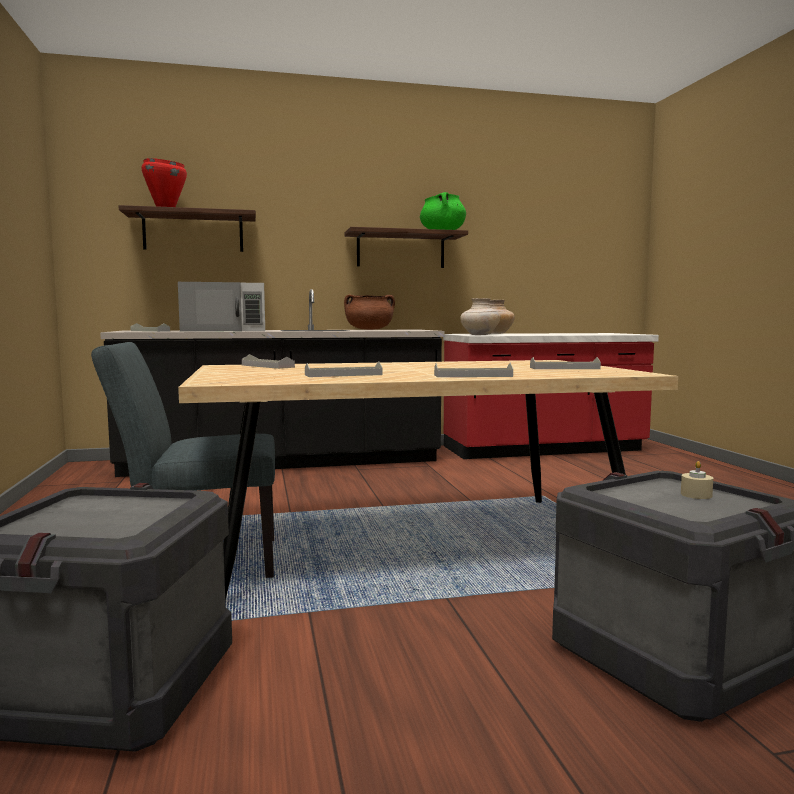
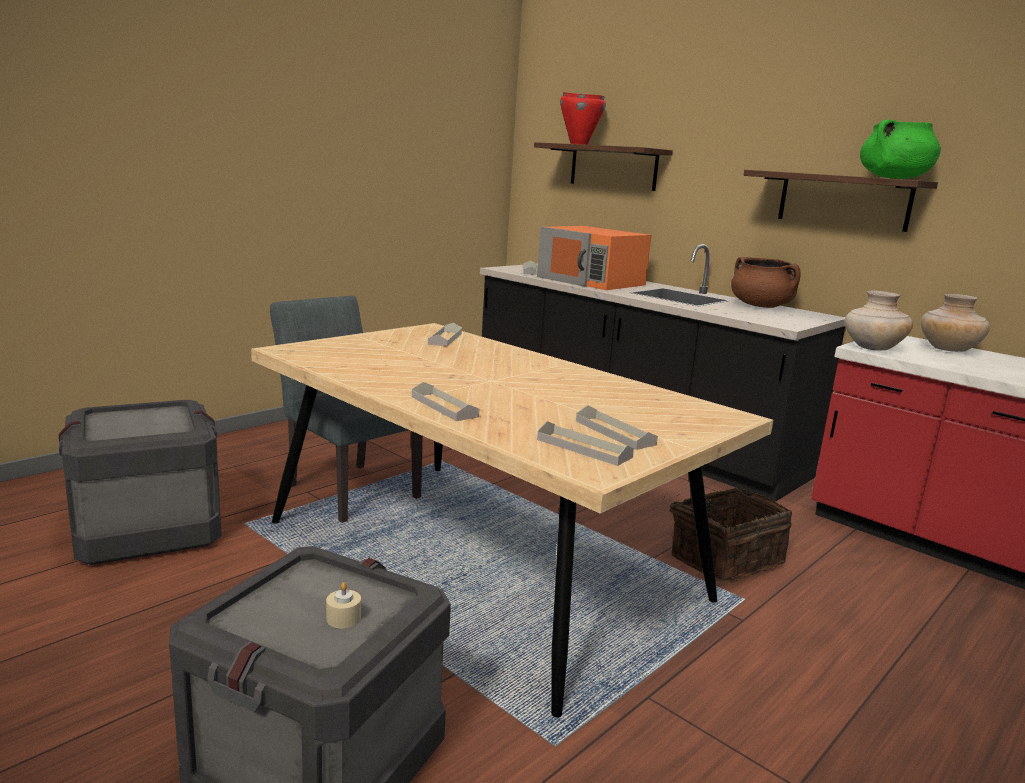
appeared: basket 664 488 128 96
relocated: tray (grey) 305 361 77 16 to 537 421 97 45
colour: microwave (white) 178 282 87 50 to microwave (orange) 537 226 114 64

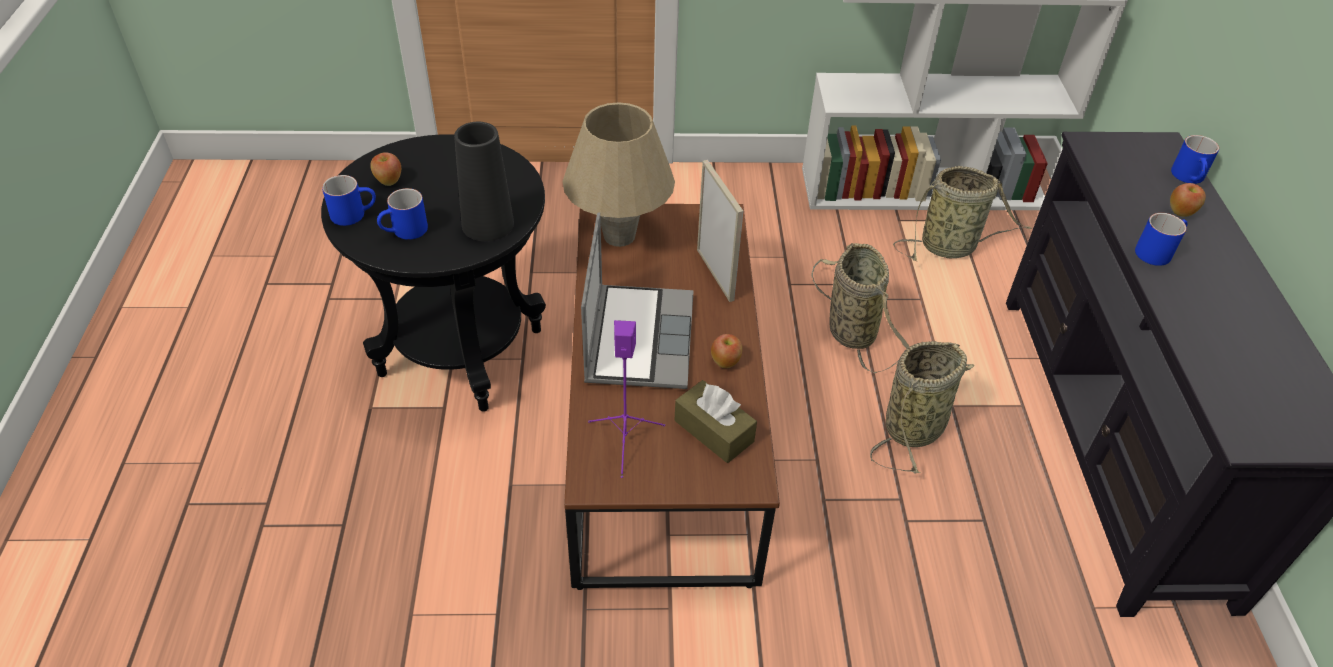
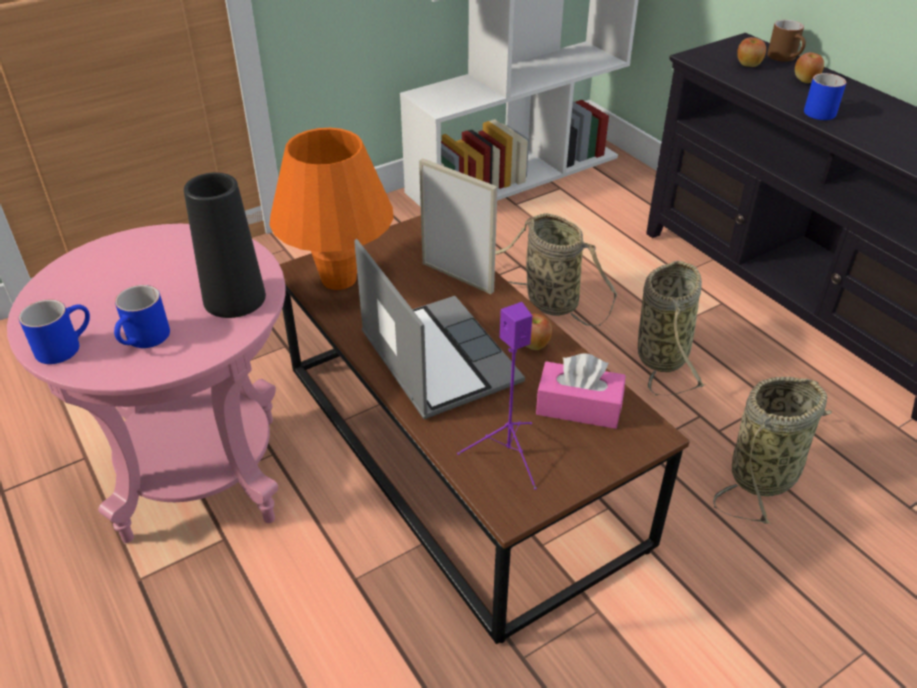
relocated: basket 893 166 139 96 to 713 377 119 147; apple 370 152 31 34 to 737 37 29 30
colour: side table (black) 321 135 225 277 to side table (pink) 7 224 278 319; table lamp (beige) 562 102 113 145 to table lamp (orange) 269 128 125 162; tissue box (brown) 675 380 82 83 to tissue box (pink) 536 353 90 76; mug (blue) 1171 135 48 49 to mug (brown) 767 20 39 42

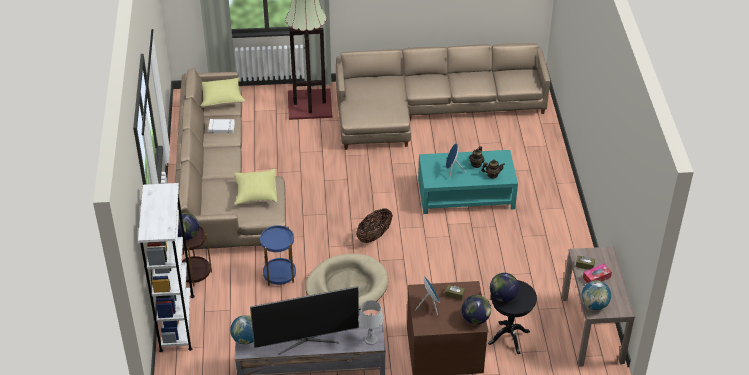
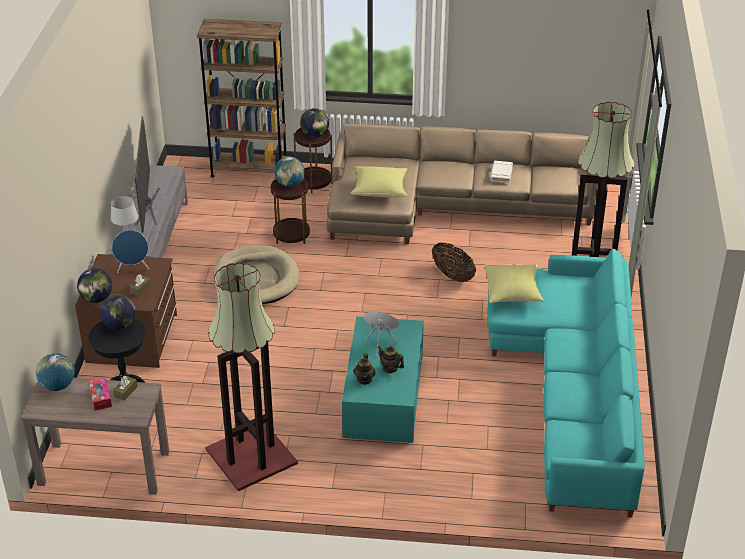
appeared: floor lamp 205 262 93 229
relocated: globe 230 315 24 30 to 274 157 31 30; basket 356 208 37 35 to 432 242 44 40; pillow (yellow) 201 78 44 29 to 485 264 59 40
colour: bookcase (white) 138 183 57 169 to bookcase (brown) 197 19 90 159; side table (blue) 260 225 36 61 to side table (brown) 271 177 39 67; sofa (beige) 336 43 214 107 to sofa (turquoise) 487 248 158 269

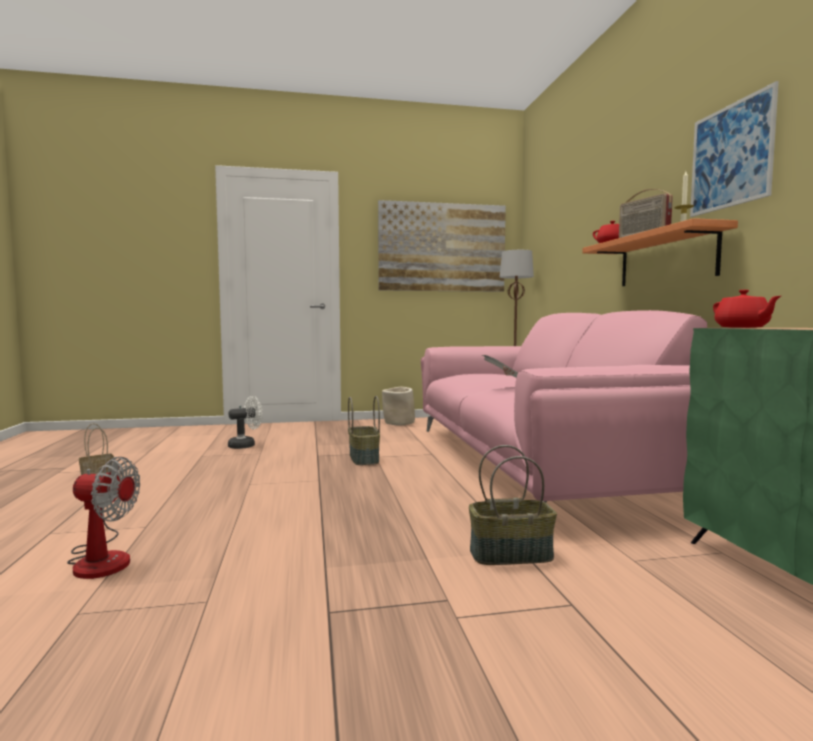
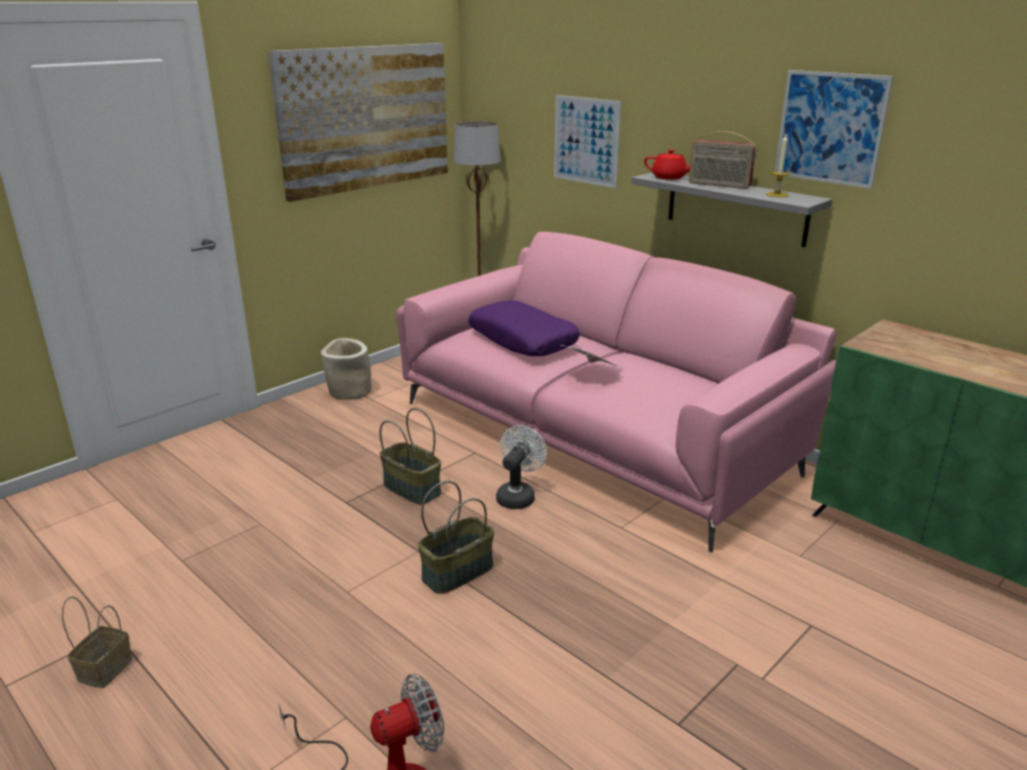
missing: teapot (red) 713 290 68 38
appeared: pillow (purple) 468 300 112 56; picture 554 95 67 93
relocated: basket 469 445 88 120 to 418 481 77 113; fan (white) 228 396 34 53 to 496 425 51 84
colour: shelf (orange) 582 218 156 68 to shelf (grey) 632 172 201 75

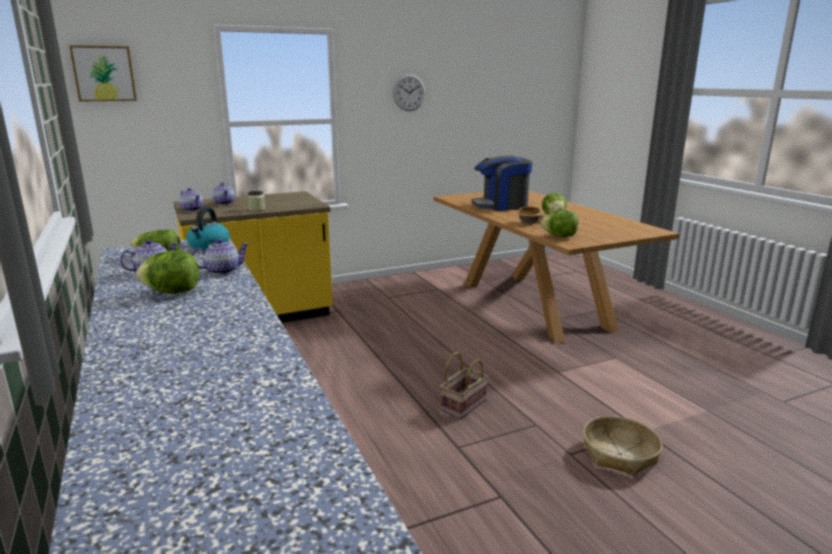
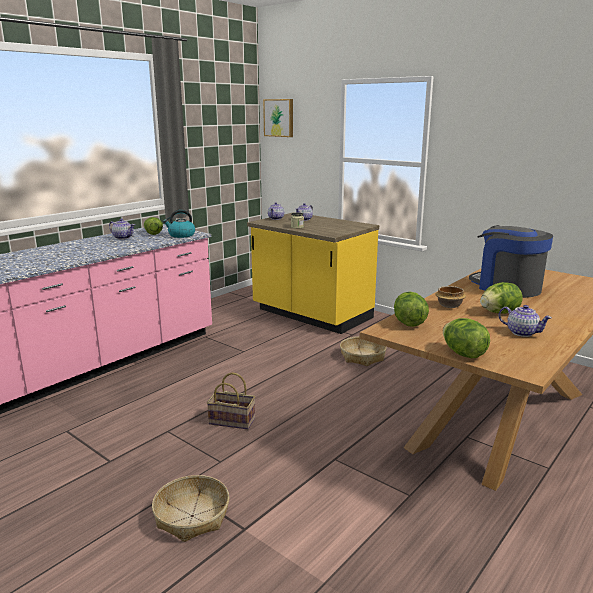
missing: wall clock 393 74 33 37
appeared: basket 340 336 47 30
relocated: lettuce 137 251 62 43 to 443 318 47 40; teapot 191 239 58 36 to 499 305 53 32

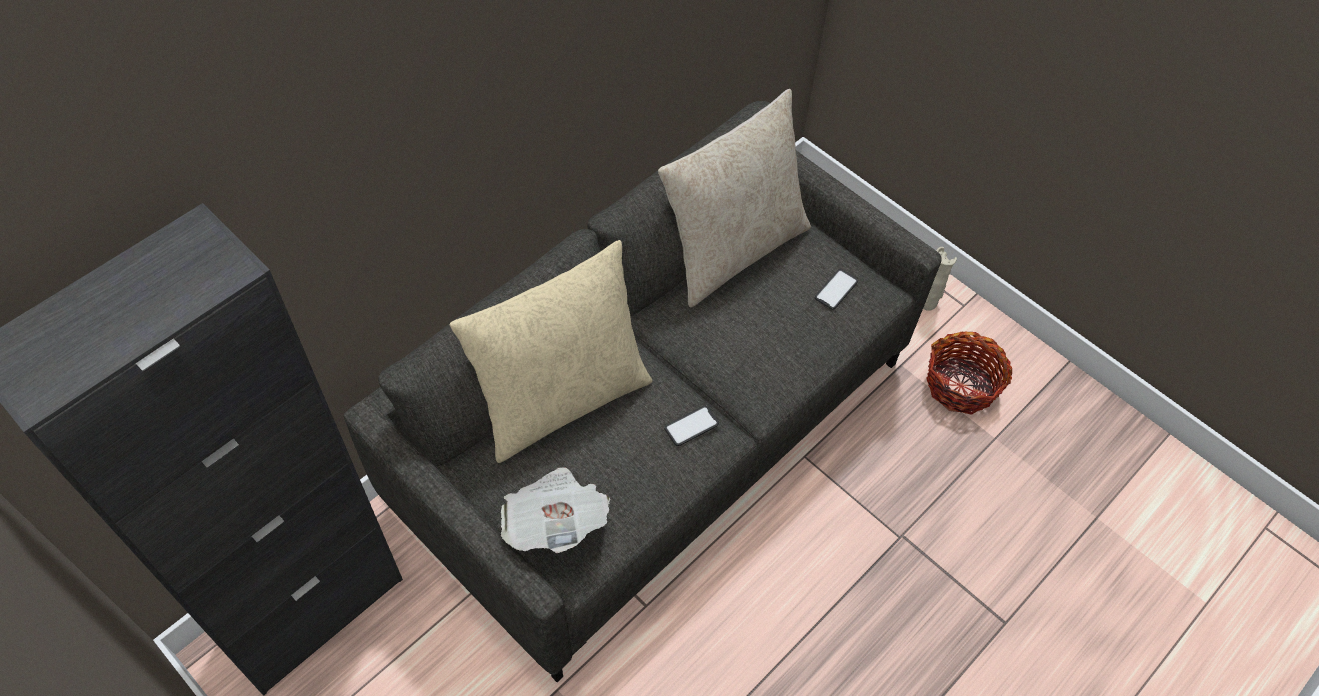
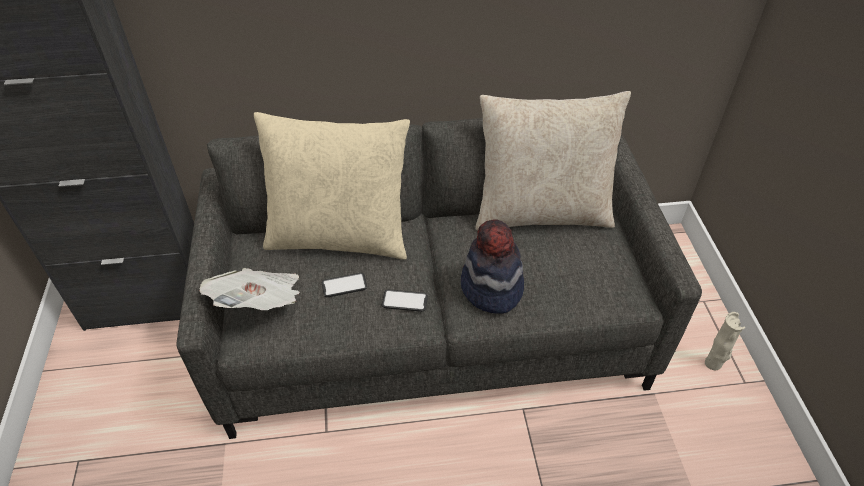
missing: basket 926 332 86 83
appeared: hat 461 219 63 95
relocated: phone 815 269 43 41 to 322 273 45 24

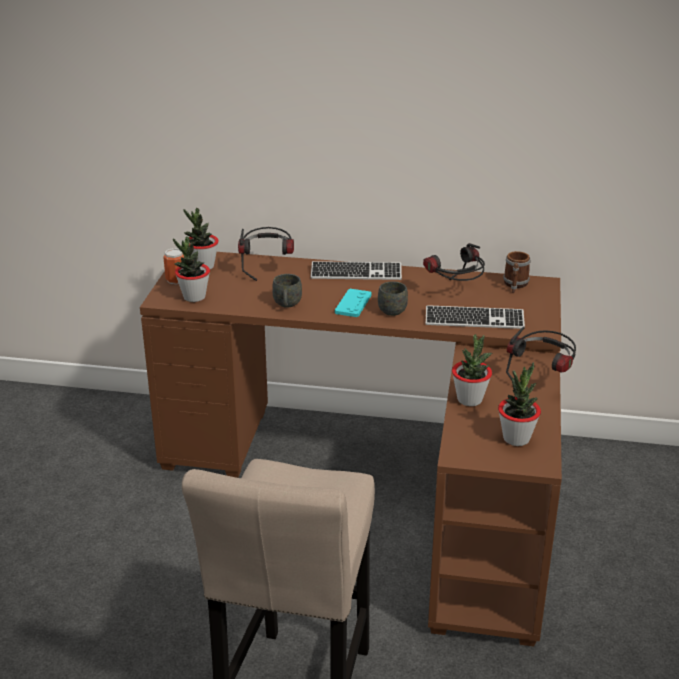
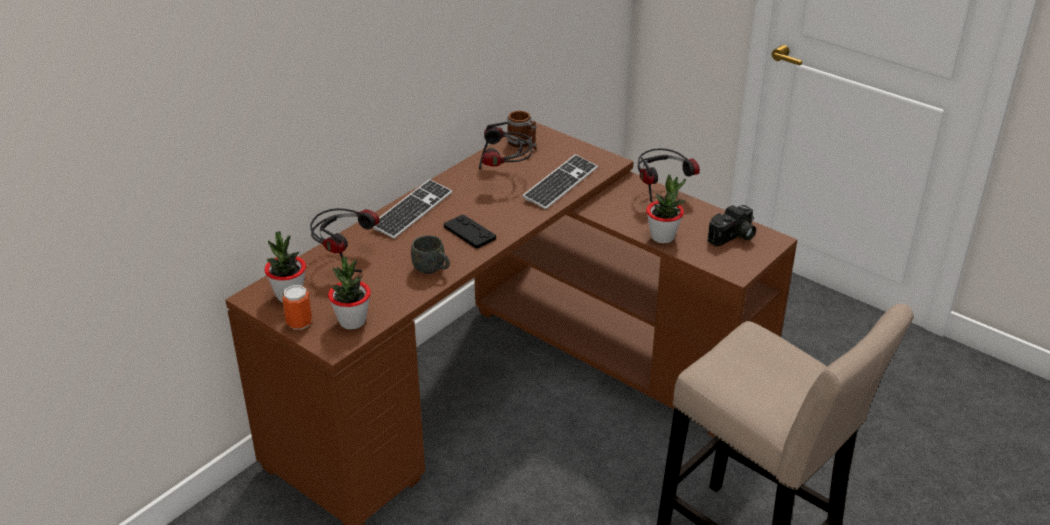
missing: mug (grey) 378 281 30 35
exchanged: potted plant 498 362 43 84 to photo camera 707 205 49 41
colour: game controller (turquoise) 335 289 37 28 to game controller (black) 444 215 52 33

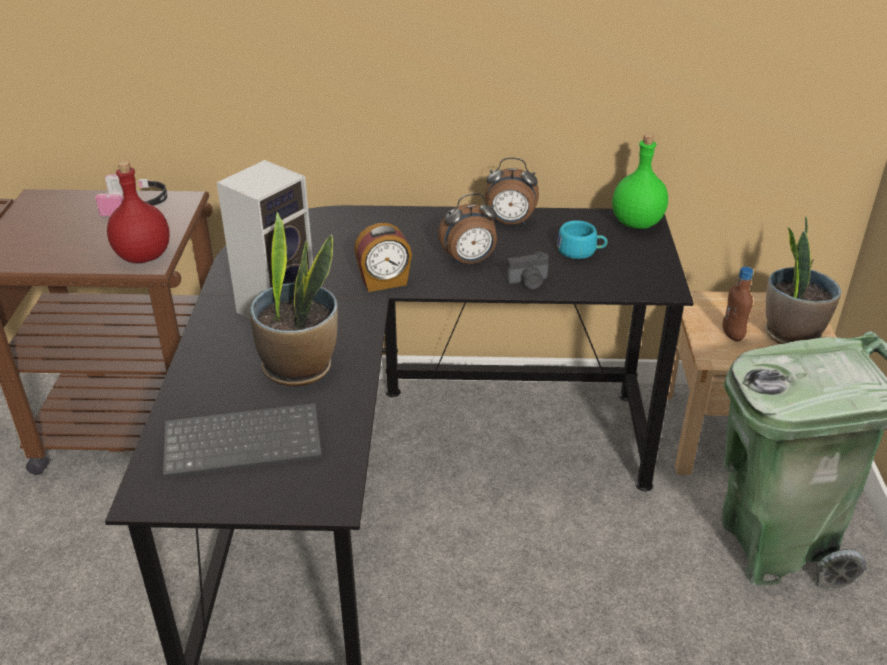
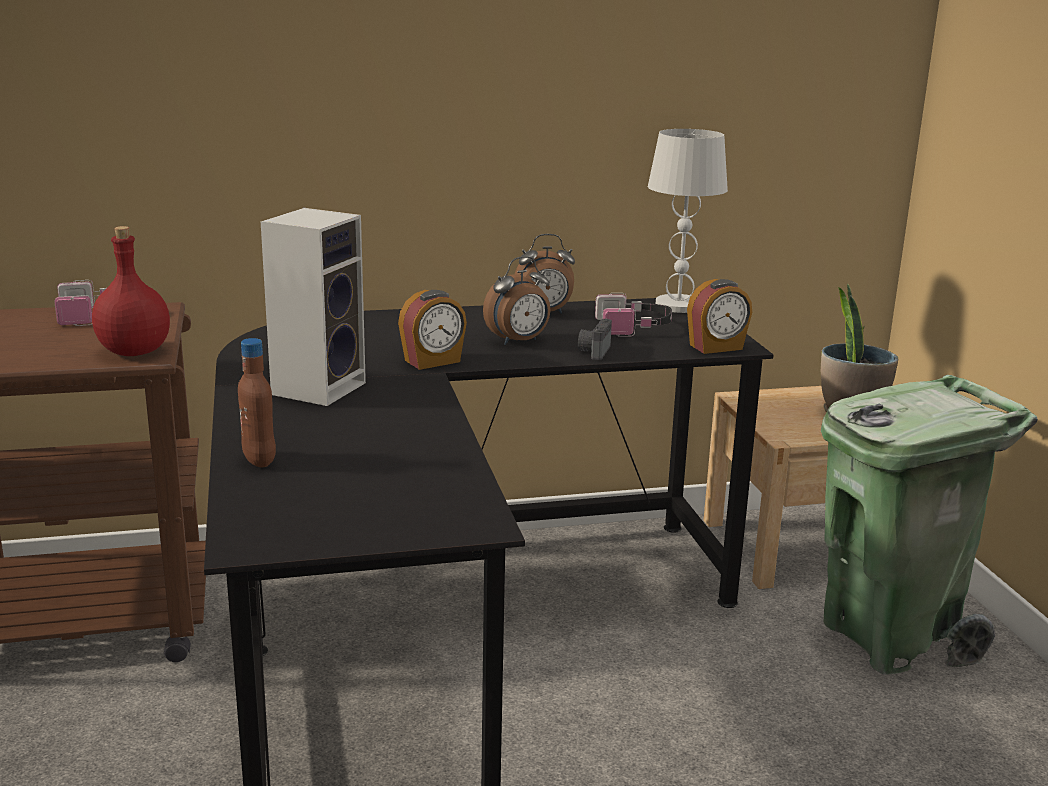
missing: keyboard 163 403 159 75; potted plant 250 212 88 175
appeared: alarm clock 687 279 65 75
relocated: bottle (brown) 723 267 30 75 to 238 338 38 129
exchanged: cup (turquoise) 557 220 51 39 to headphones 595 293 77 44; bottle (green) 612 134 56 95 to table lamp (white) 648 129 80 184
spun: photo camera 507 251 42 38 = 578 319 34 41 135 degrees clockwise

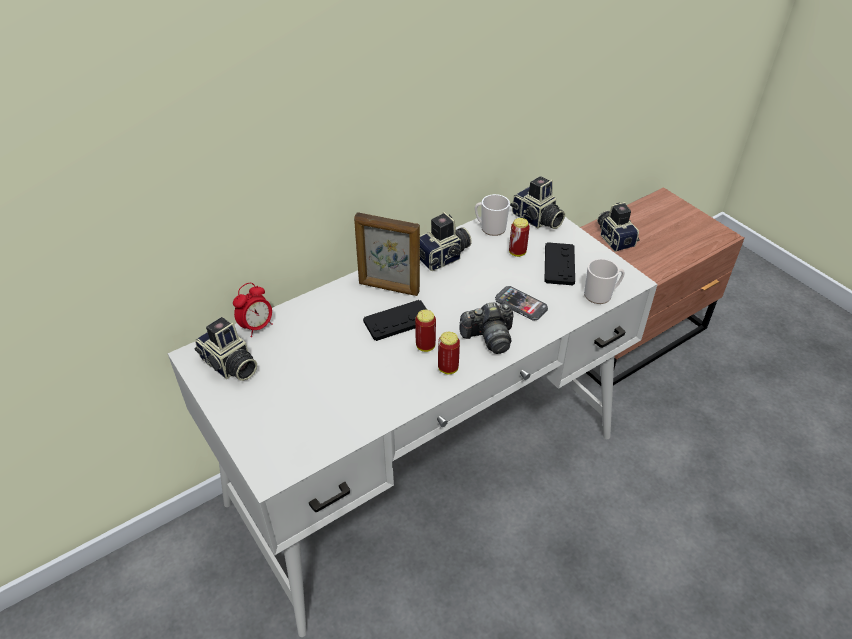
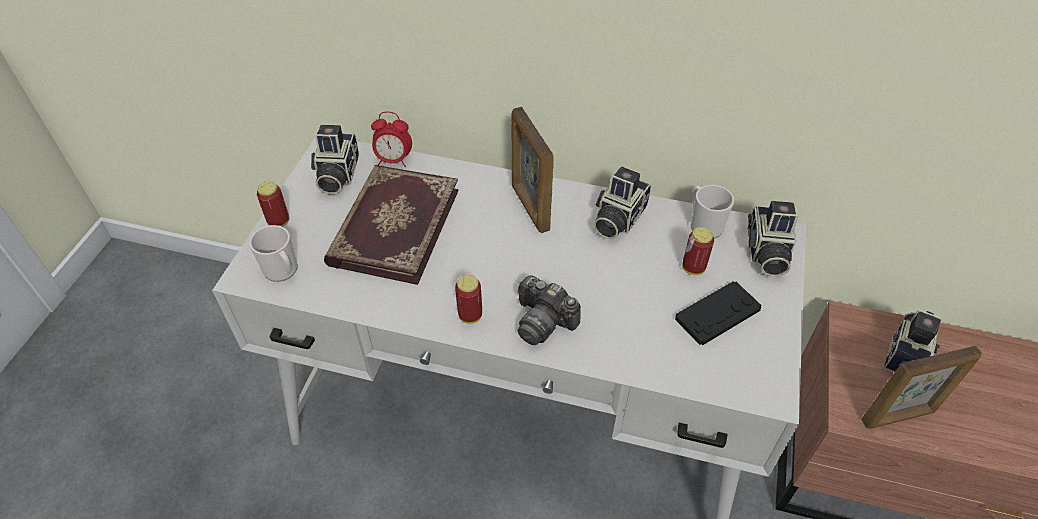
missing: game controller (black) 363 300 64 41; phone 495 286 53 35
appeared: book 324 165 135 120; picture frame 861 346 121 83
relocated: mug 584 259 41 45 to 249 225 49 57; can 415 310 21 42 to 257 181 32 46
spun: photo camera 420 212 52 59 = 594 167 57 72 105 degrees clockwise

